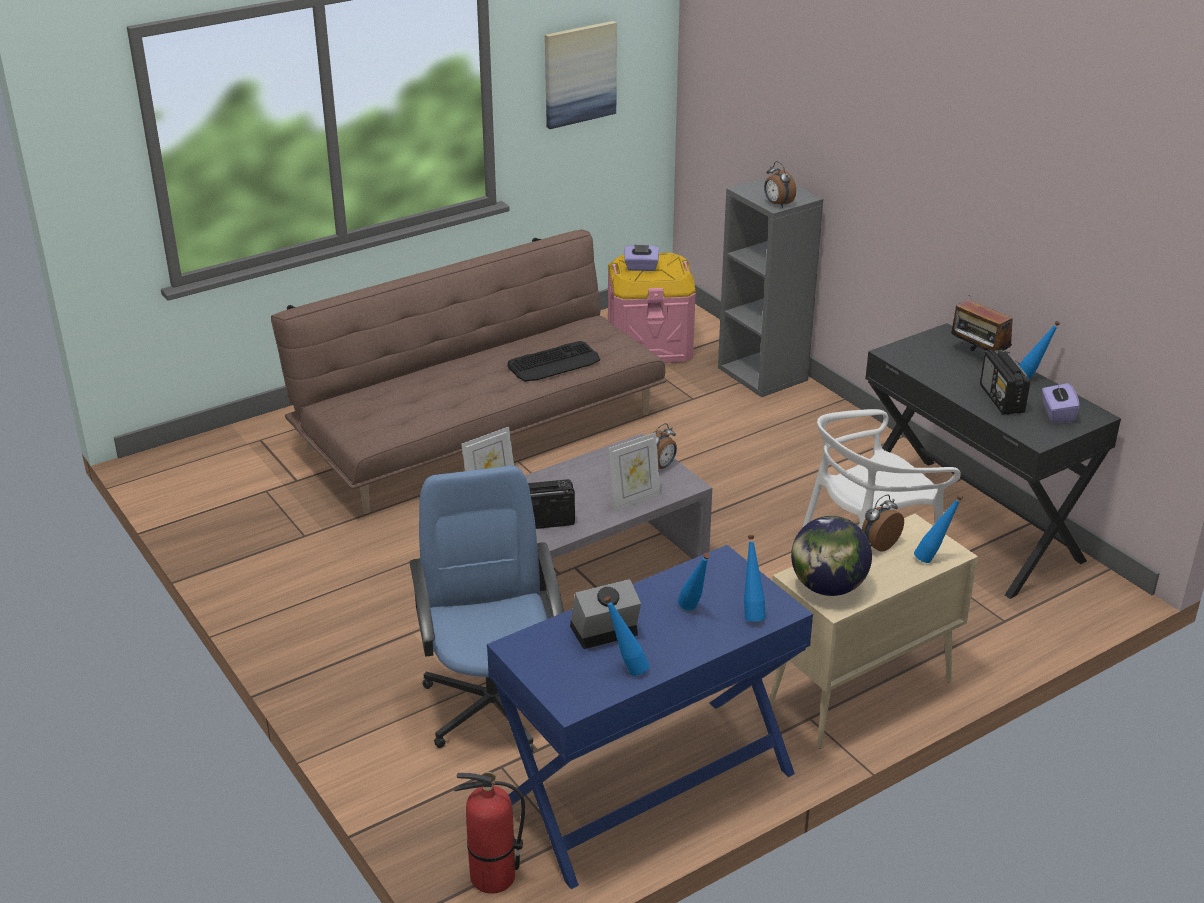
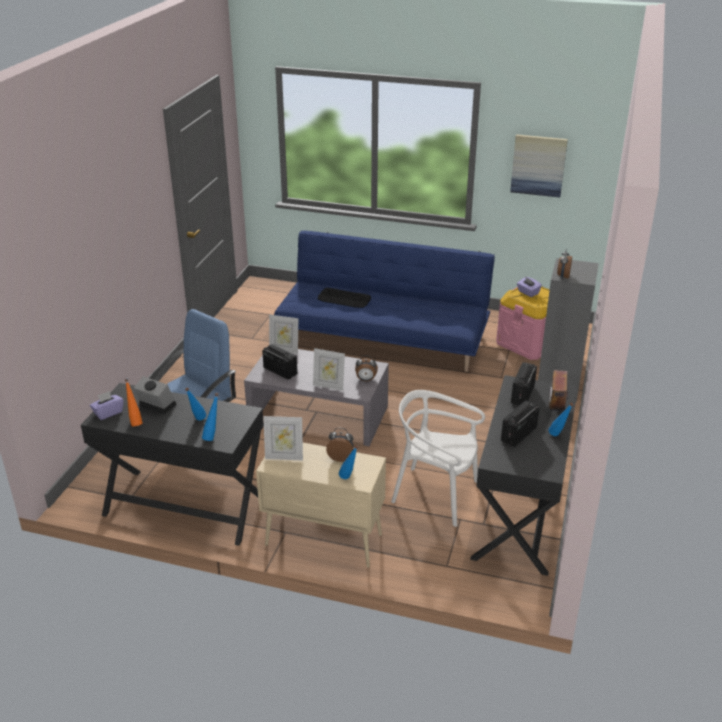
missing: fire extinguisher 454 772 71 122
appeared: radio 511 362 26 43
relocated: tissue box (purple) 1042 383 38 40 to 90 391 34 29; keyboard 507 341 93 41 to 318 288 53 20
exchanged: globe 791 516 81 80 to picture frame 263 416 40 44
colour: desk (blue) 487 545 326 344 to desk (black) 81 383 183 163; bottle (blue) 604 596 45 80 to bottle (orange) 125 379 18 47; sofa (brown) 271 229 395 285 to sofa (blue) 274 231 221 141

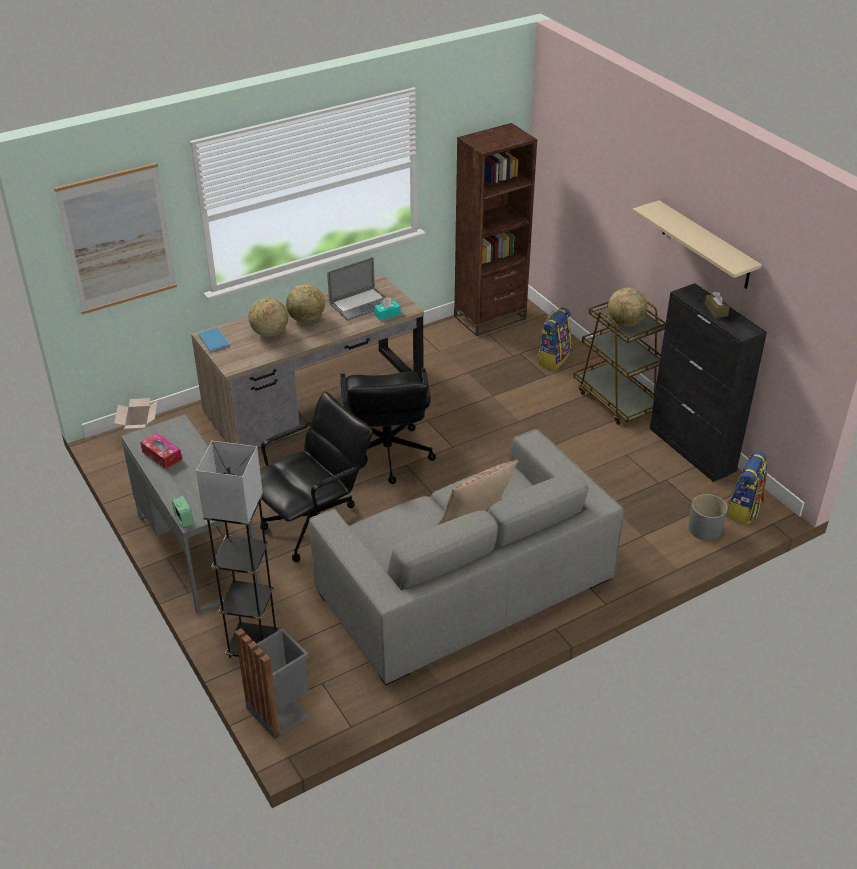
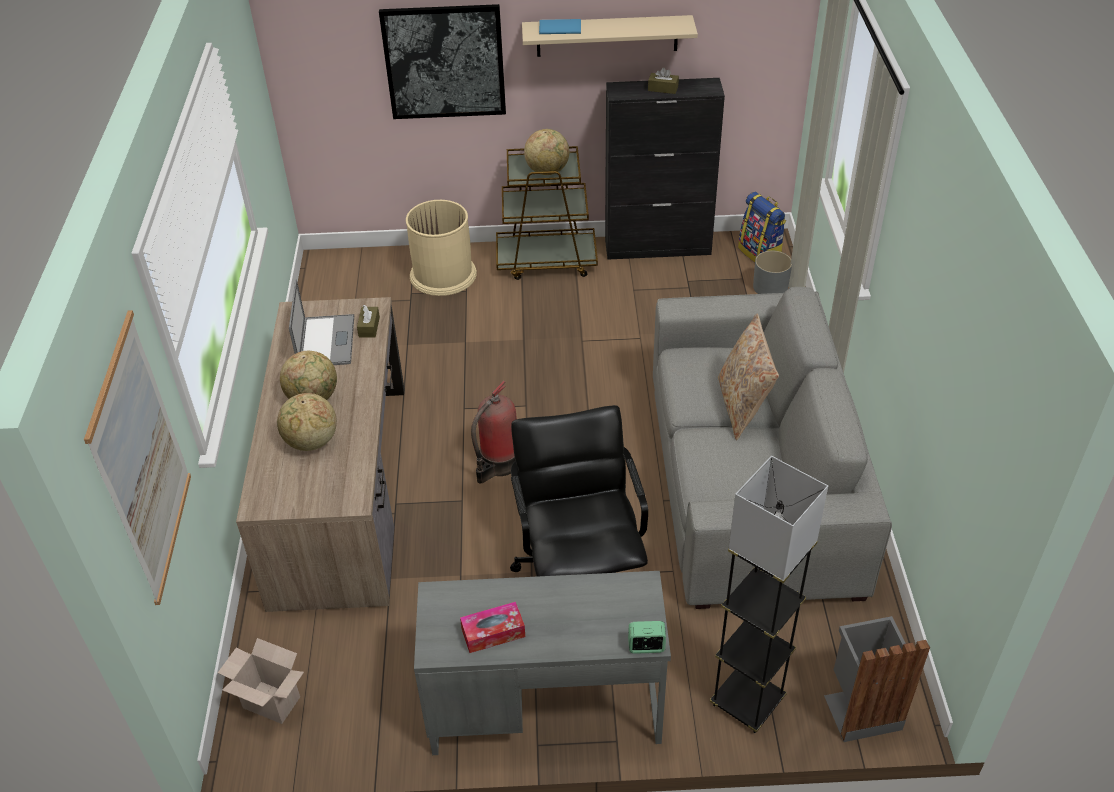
missing: bookcase (brown) 454 123 83 213
appeared: picture 379 4 127 115
relocated: book (blue) 198 328 32 24 to 539 19 42 15
exchanged: backpack 537 307 34 63 to trash can (beige) 406 200 71 96; office chair (black) 340 368 96 116 to fire extinguisher 471 381 46 103
colour: tissue box (turquoise) 374 297 27 23 to tissue box (brown) 357 305 23 32

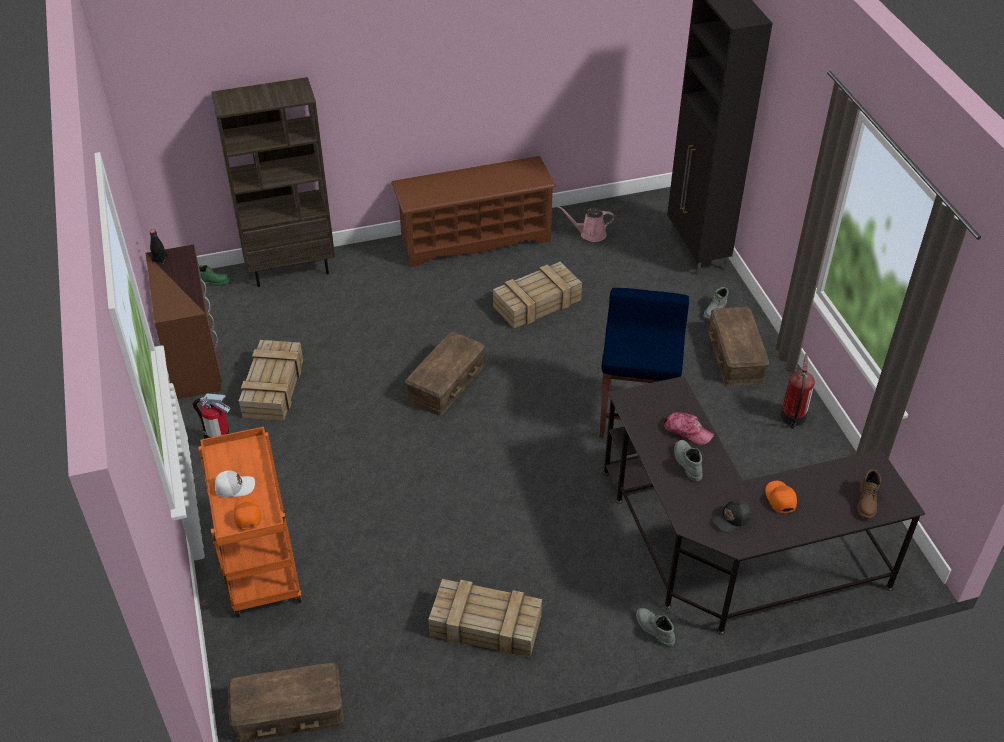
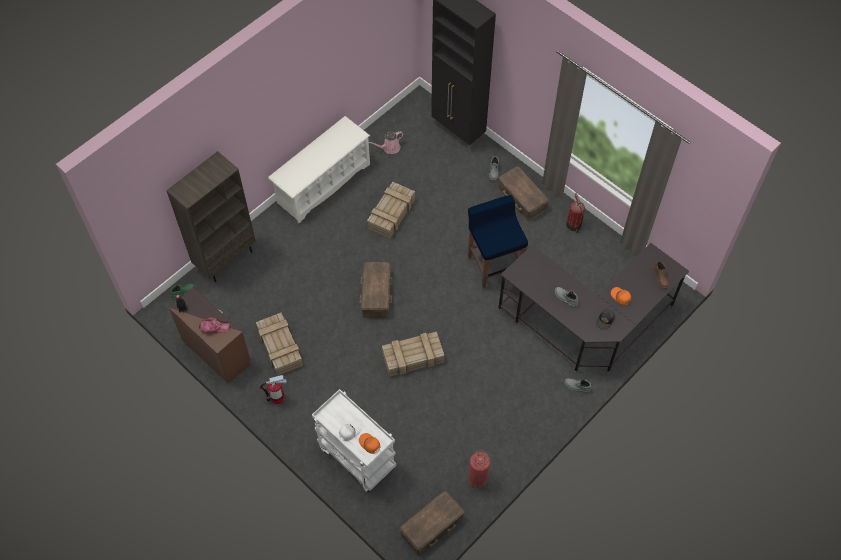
appeared: fire extinguisher 468 450 22 38
relocated: cap 664 412 50 33 to 199 318 30 15; crate 428 579 114 78 to 382 332 62 45
colour: shoe rack (brown) 391 156 165 111 to shoe rack (white) 268 116 102 107; cart (orange) 198 427 104 191 to cart (white) 312 389 84 104

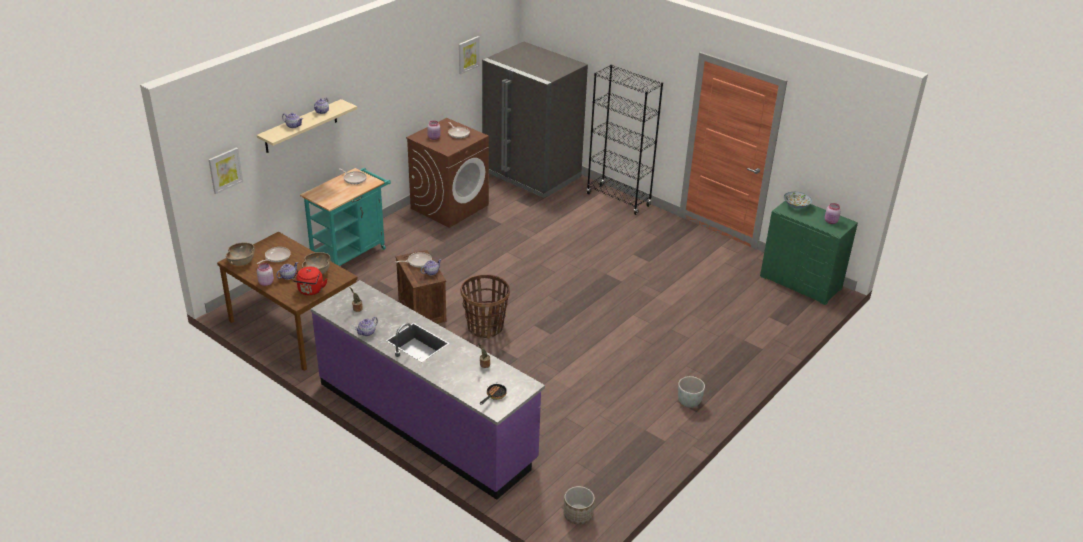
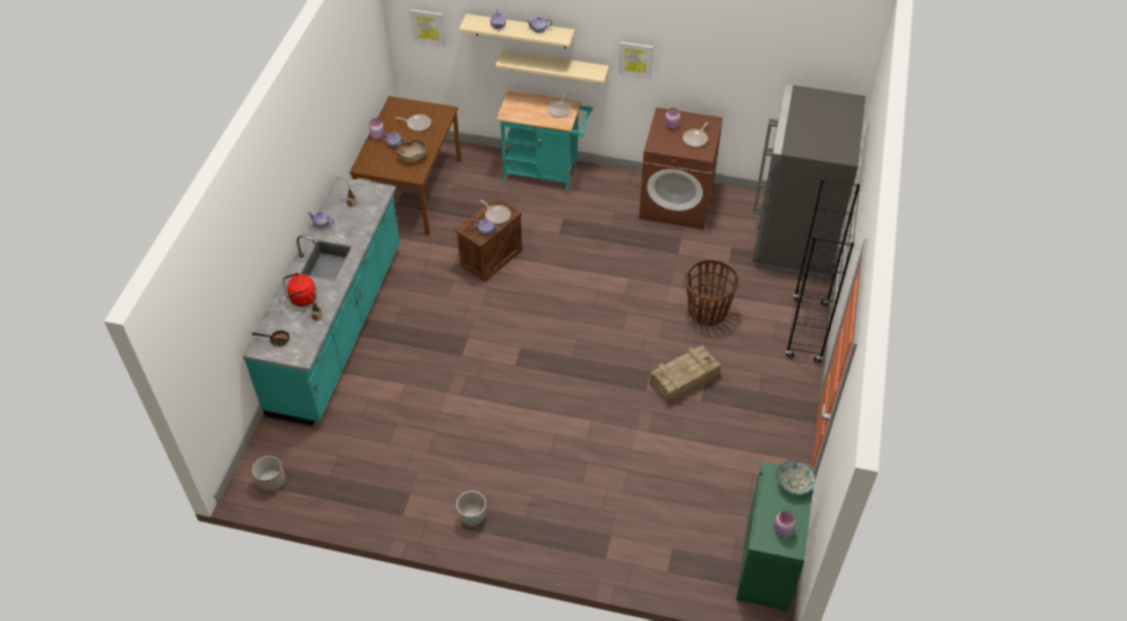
missing: bowl (brown) 226 242 29 24
appeared: shelf (beige) 496 50 113 34; crate 649 345 72 60
relocated: kettle (red) 293 267 34 28 to 283 273 34 34; picture 459 36 21 38 to 618 41 35 38; basket 460 275 50 63 to 686 259 53 67
colour: counter (purple) 311 280 234 220 to counter (turquoise) 243 176 157 250

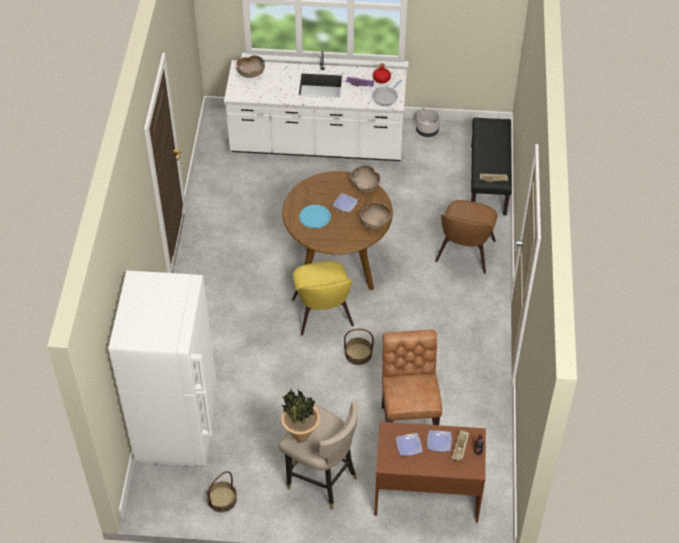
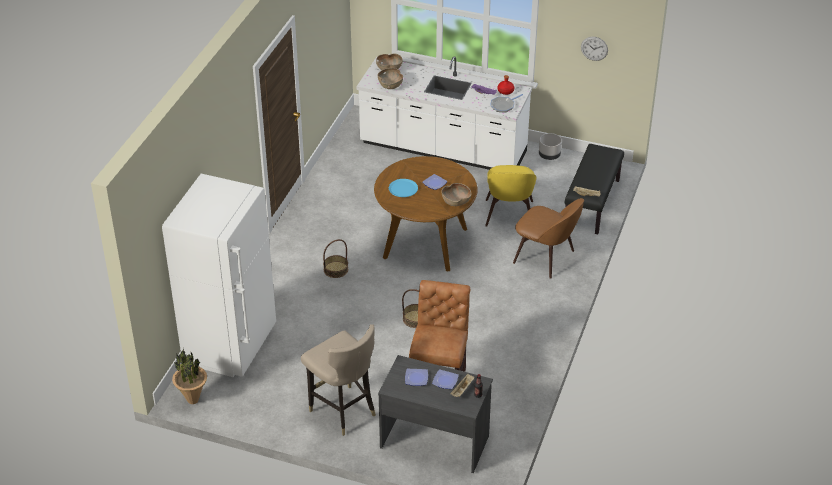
appeared: wall clock 581 37 27 24
relocated: potted plant 281 389 39 54 to 172 348 35 56; basket 207 471 30 42 to 323 239 25 39; bowl (brown) 350 165 30 28 to 378 68 25 21; chair (yellow) 292 261 62 74 to 485 165 51 62
colour: desk (brown) 374 422 112 101 to desk (grey) 378 355 115 118
spun: chair (brown) 435 200 63 74 = 513 198 71 81 90 degrees counterclockwise

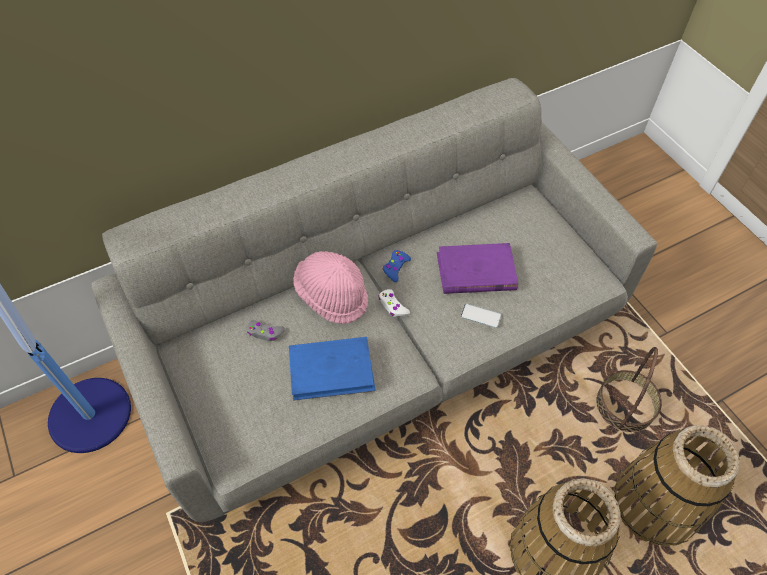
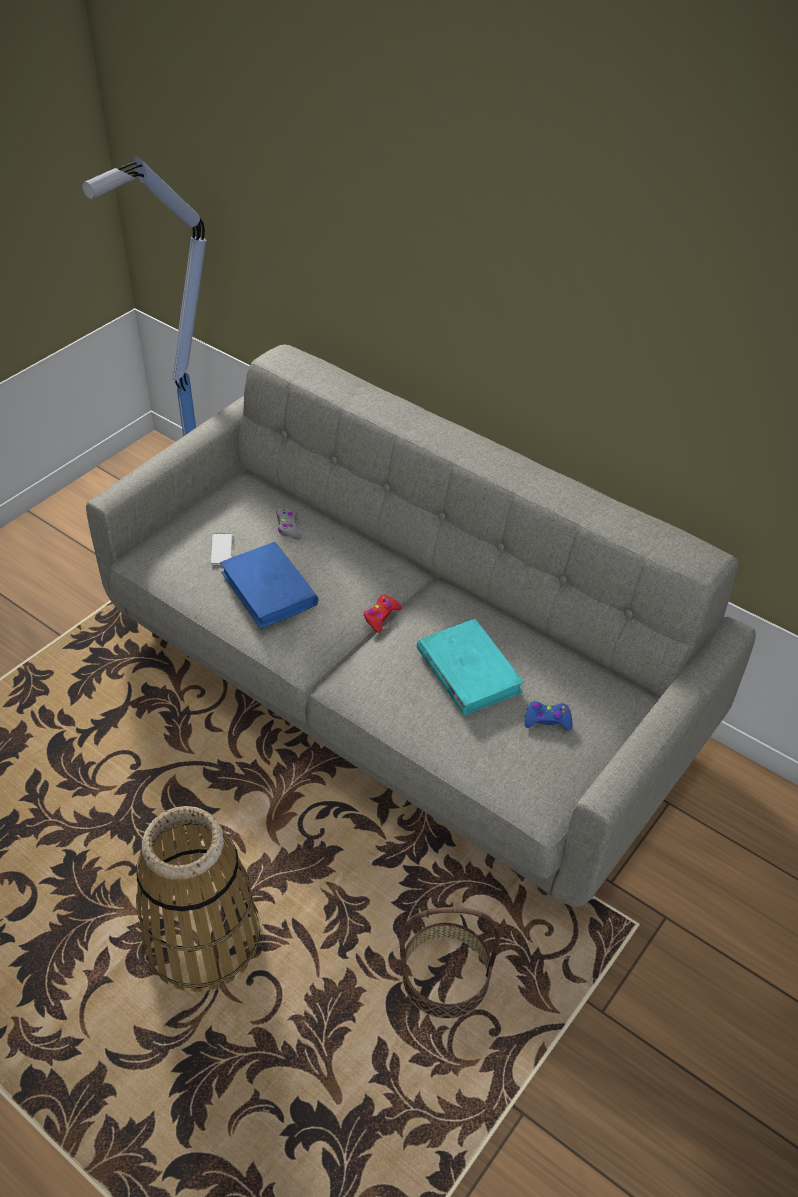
missing: hat (pink) 293 251 75 73; basket 614 425 126 122
relocated: phone 461 303 40 25 to 210 533 22 31; game controller (blue) 383 250 28 32 to 524 701 48 30
colour: game controller (white) 378 289 32 28 to game controller (red) 363 594 39 39; book (purple) 437 243 81 51 to book (turquoise) 417 619 107 97

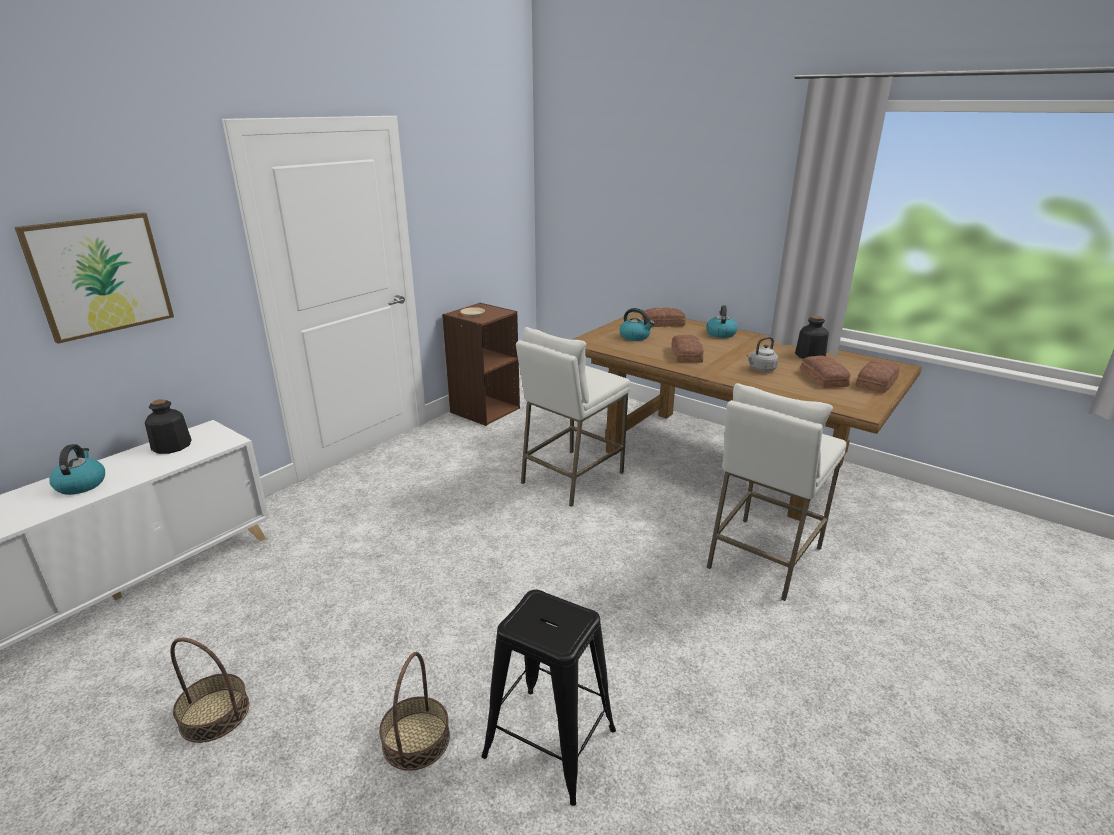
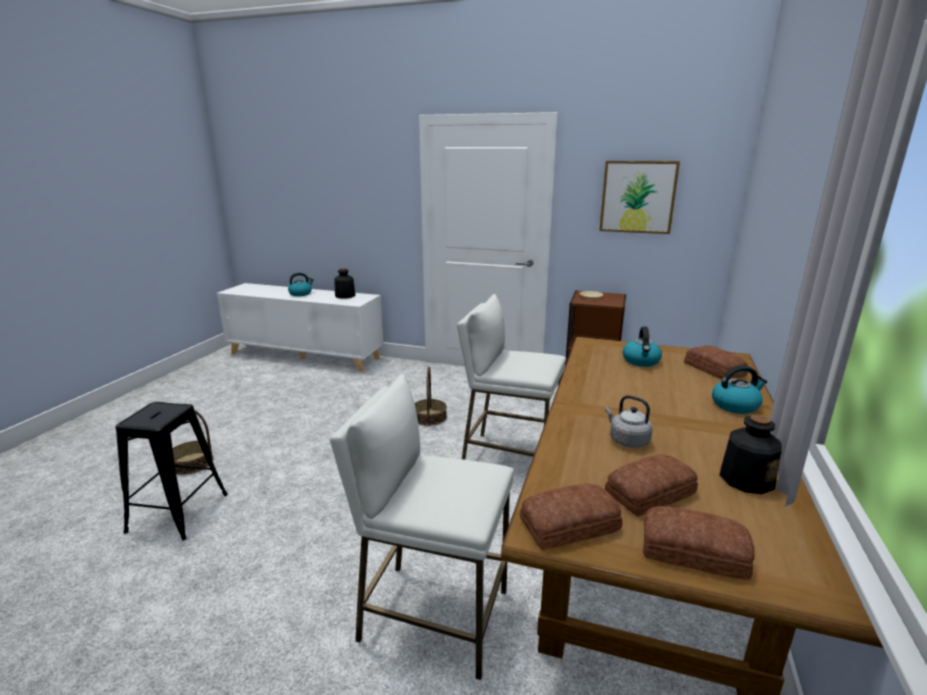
relocated: basket 170 638 79 105 to 415 367 32 59; bread 671 335 33 28 to 520 484 102 66; picture 14 212 160 132 to 599 161 81 73

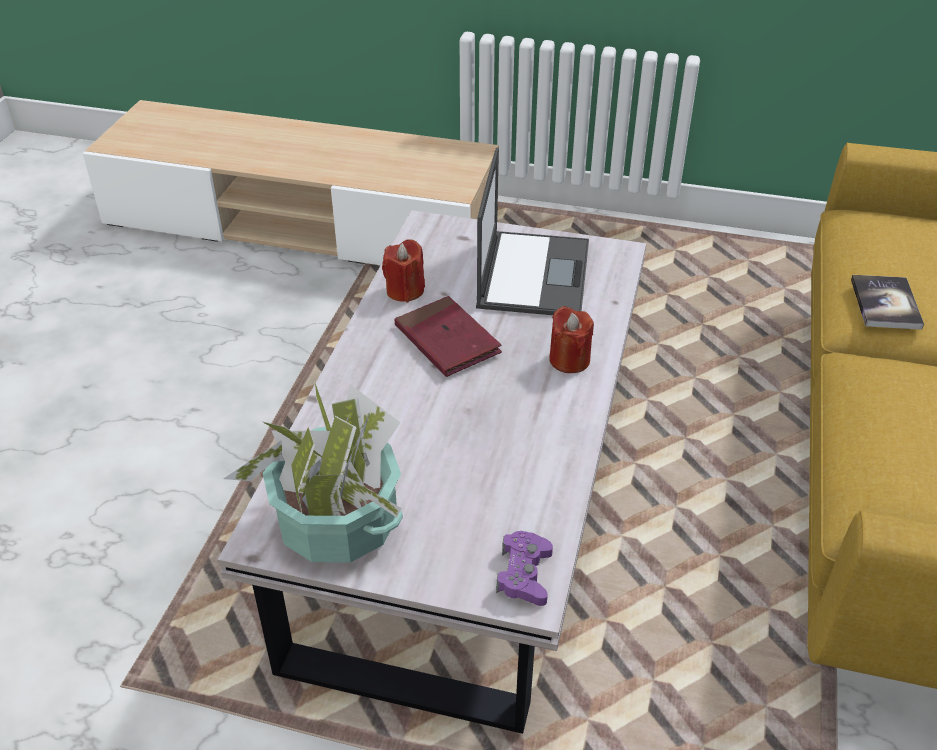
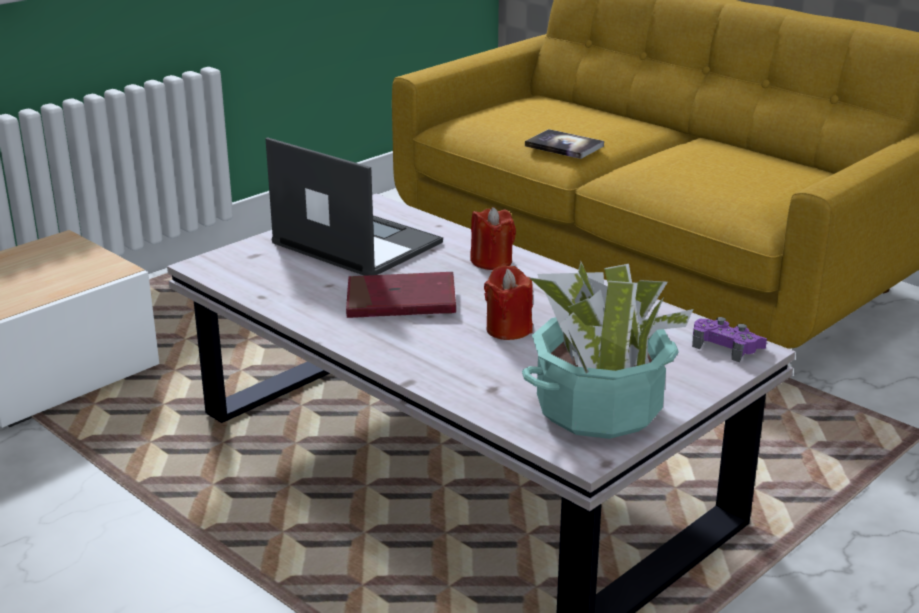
relocated: candle (red) 382 239 43 63 to 484 265 49 75

